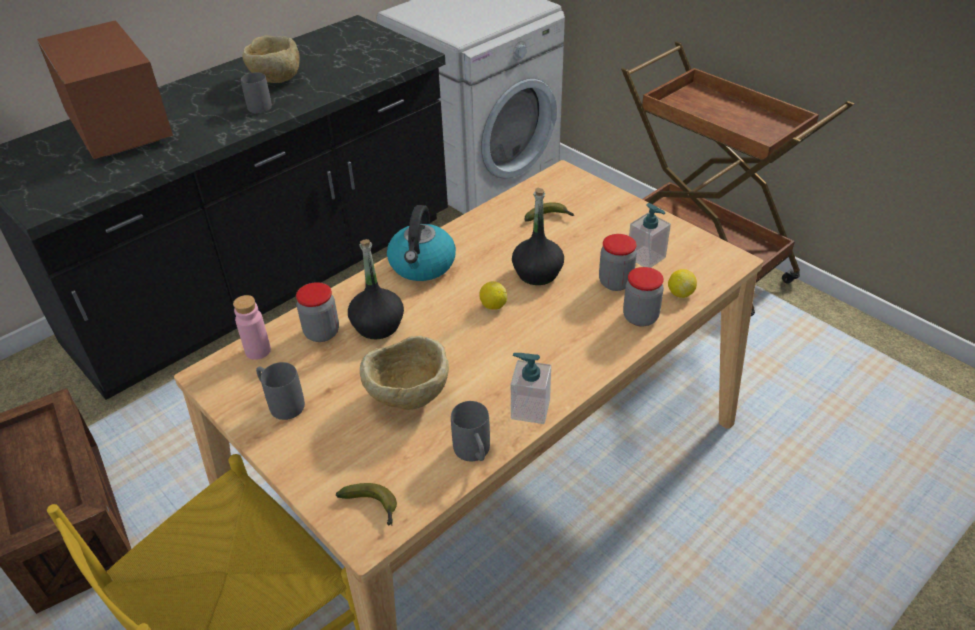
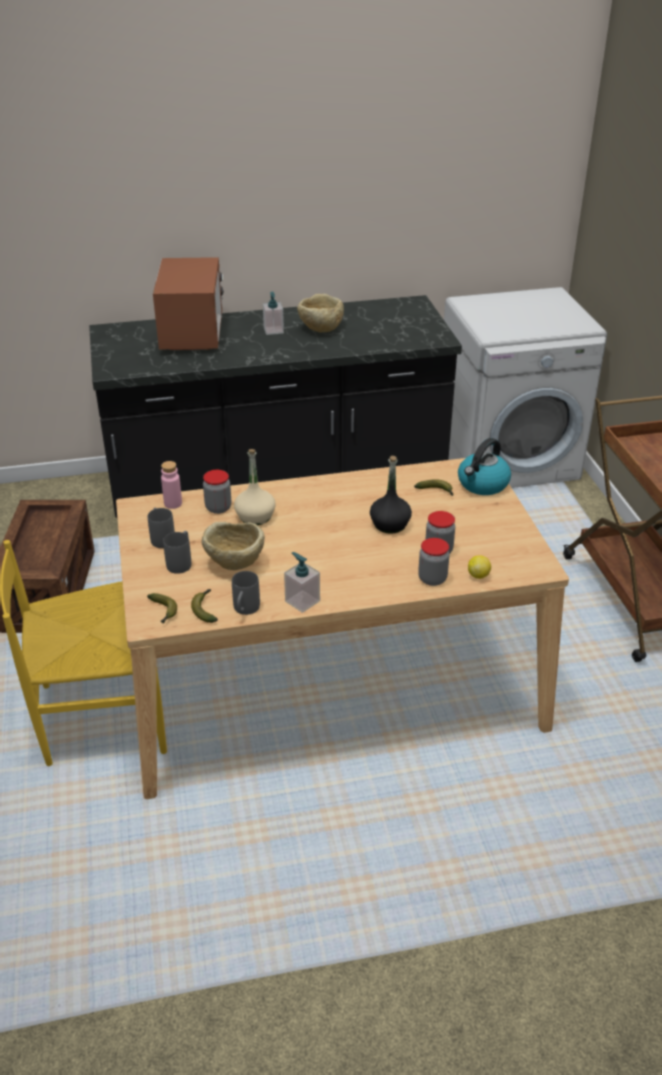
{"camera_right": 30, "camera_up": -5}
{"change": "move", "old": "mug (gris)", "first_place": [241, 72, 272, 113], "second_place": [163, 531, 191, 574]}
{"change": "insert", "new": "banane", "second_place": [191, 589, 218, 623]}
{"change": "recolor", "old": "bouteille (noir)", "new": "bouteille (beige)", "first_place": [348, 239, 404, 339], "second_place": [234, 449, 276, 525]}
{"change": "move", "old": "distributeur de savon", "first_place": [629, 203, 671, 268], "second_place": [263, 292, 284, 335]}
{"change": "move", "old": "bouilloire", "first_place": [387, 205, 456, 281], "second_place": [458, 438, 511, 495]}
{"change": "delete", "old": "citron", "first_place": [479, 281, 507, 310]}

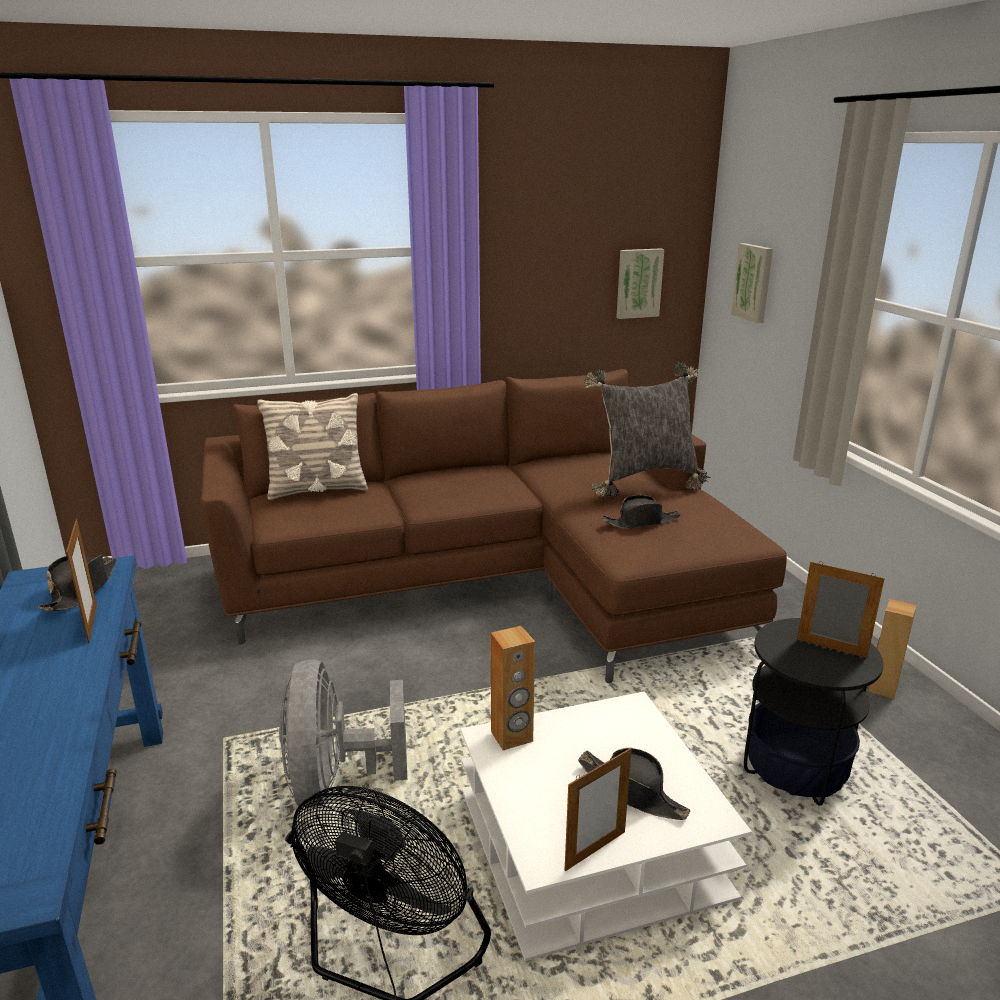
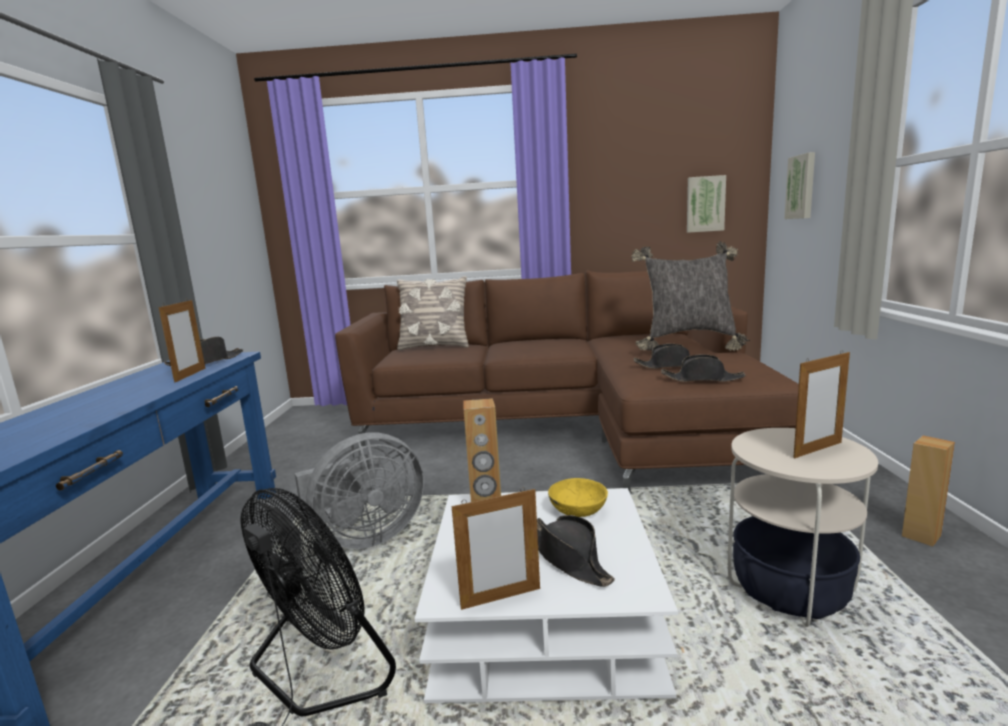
{"camera_right": 20, "camera_up": -10}
{"change": "rotate", "old": "ventilateur (gris)", "first_place": [279, 660, 407, 808], "second_place": [294, 432, 424, 549], "degrees": -135}
{"change": "insert", "new": "bol (jaune)", "second_place": [548, 478, 608, 517]}
{"change": "insert", "new": "chapeau (noir)", "second_place": [661, 354, 746, 382]}
{"change": "recolor", "old": "table d'appoint (noir)", "new": "table d'appoint (beige)", "first_place": [744, 618, 884, 806], "second_place": [728, 428, 878, 627]}
{"change": "rotate", "old": "cadre photo", "first_place": [797, 561, 885, 658], "second_place": [793, 350, 850, 459], "degrees": 105}

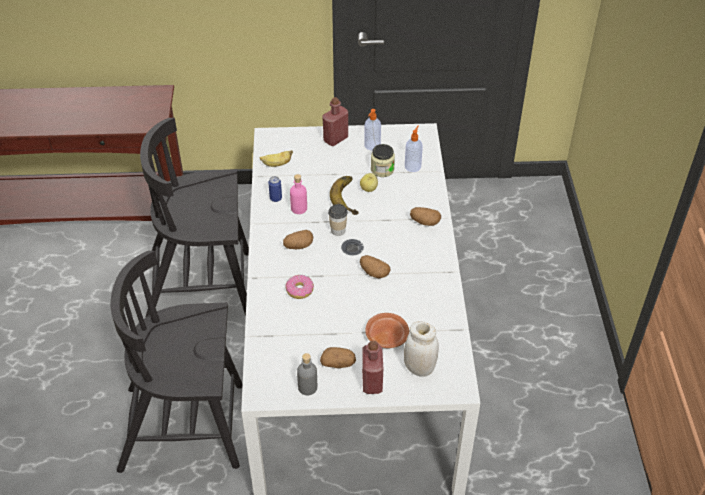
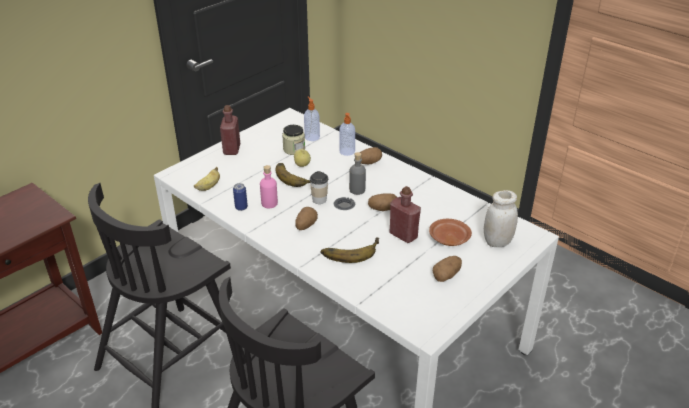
{"camera_right": -45, "camera_up": -10}
{"change": "replace", "old": "beignet", "new": "banane", "first_place": [285, 275, 314, 299], "second_place": [321, 237, 379, 263]}
{"change": "move", "old": "distributeur de savon", "first_place": [364, 109, 381, 150], "second_place": [339, 113, 355, 156]}
{"change": "move", "old": "bouteille (gris)", "first_place": [297, 353, 317, 395], "second_place": [349, 152, 366, 195]}
{"change": "move", "old": "bouteille (rouge)", "first_place": [362, 341, 383, 394], "second_place": [389, 186, 421, 243]}

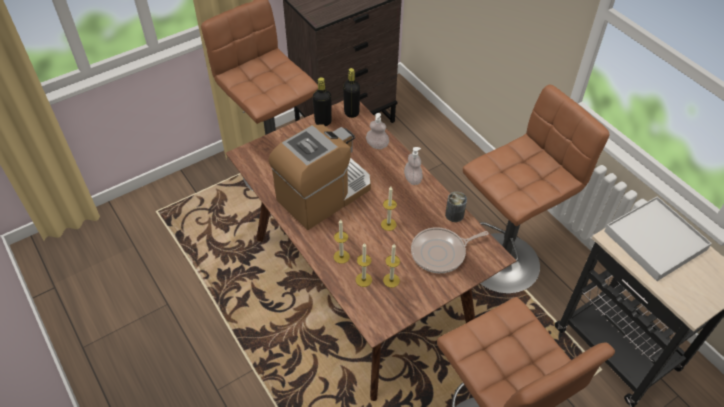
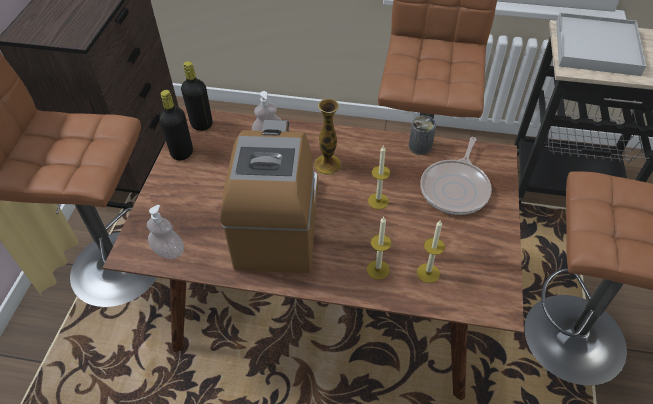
{"camera_right": -45, "camera_up": 0}
{"change": "move", "old": "distributeur de savon", "first_place": [404, 147, 423, 185], "second_place": [147, 205, 184, 259]}
{"change": "insert", "new": "vase", "second_place": [314, 99, 342, 175]}
{"change": "delete", "old": "bougie", "first_place": [383, 244, 400, 288]}

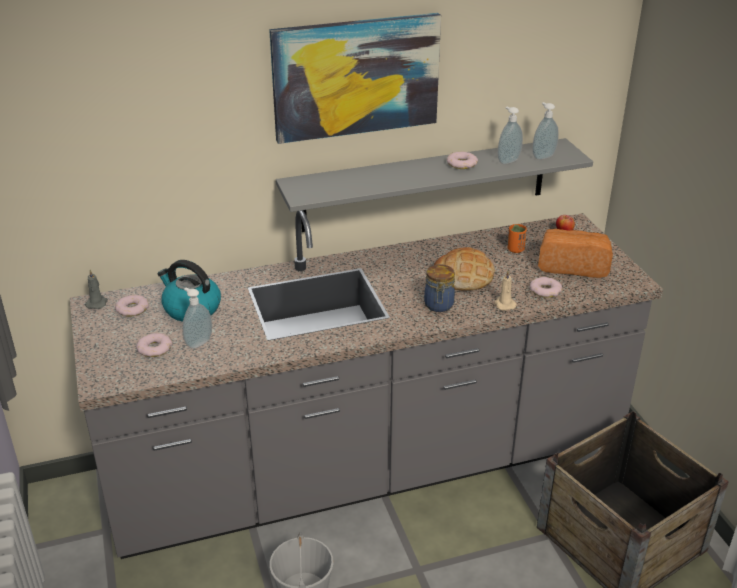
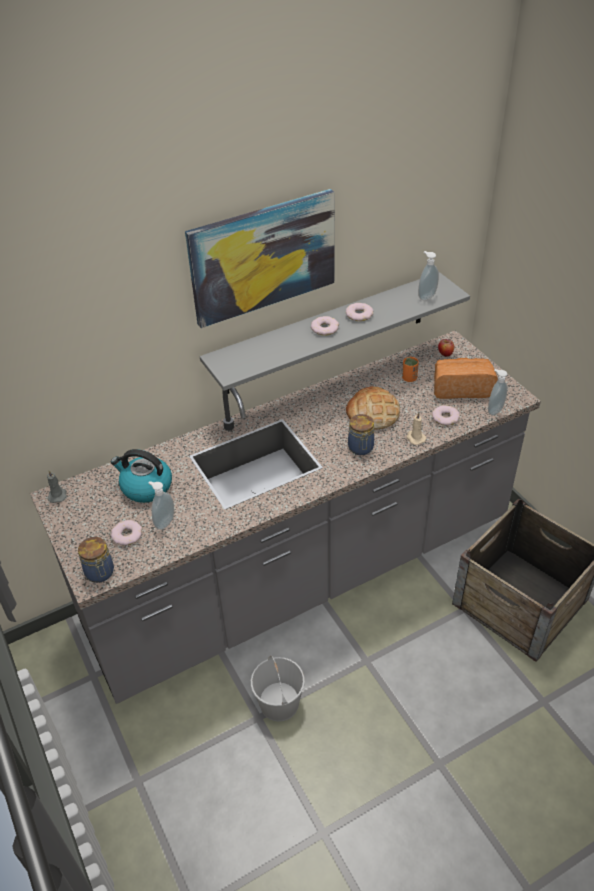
{"camera_right": -10, "camera_up": 10}
{"change": "insert", "new": "bocal", "second_place": [78, 537, 114, 583]}
{"change": "move", "old": "beignet", "first_place": [115, 295, 149, 317], "second_place": [311, 316, 339, 335]}
{"change": "move", "old": "distributeur de savon", "first_place": [498, 106, 523, 164], "second_place": [488, 369, 508, 415]}

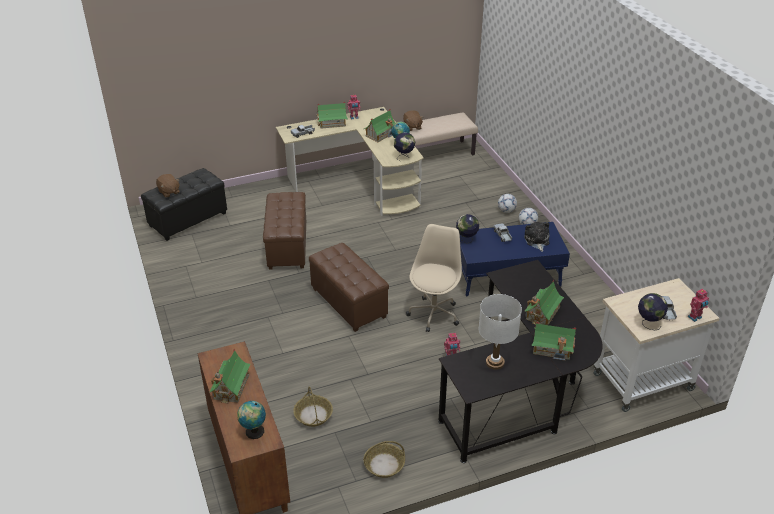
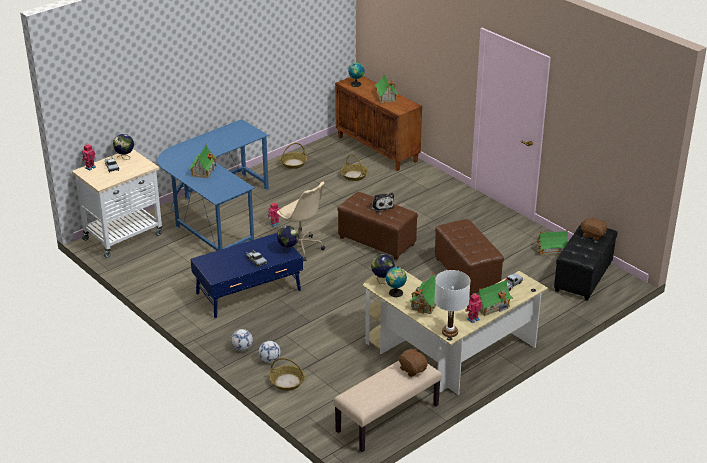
{"camera_right": 160, "camera_up": -5}
{"change": "recolor", "old": "bureau (noir)", "new": "bureau (bleu)", "first_place": [438, 260, 603, 463], "second_place": [158, 119, 269, 251]}
{"change": "insert", "new": "panier", "second_place": [270, 358, 305, 391]}
{"change": "rotate", "old": "chaise de bureau (beige)", "first_place": [406, 224, 462, 332], "second_place": [277, 182, 325, 261], "degrees": -45}
{"change": "move", "old": "peluche", "first_place": [524, 222, 549, 252], "second_place": [371, 193, 394, 212]}
{"change": "move", "old": "lampe de table (blanc)", "first_place": [478, 294, 522, 370], "second_place": [435, 270, 470, 337]}
{"change": "move", "old": "maison miniature", "first_place": [531, 322, 576, 361], "second_place": [536, 229, 568, 256]}

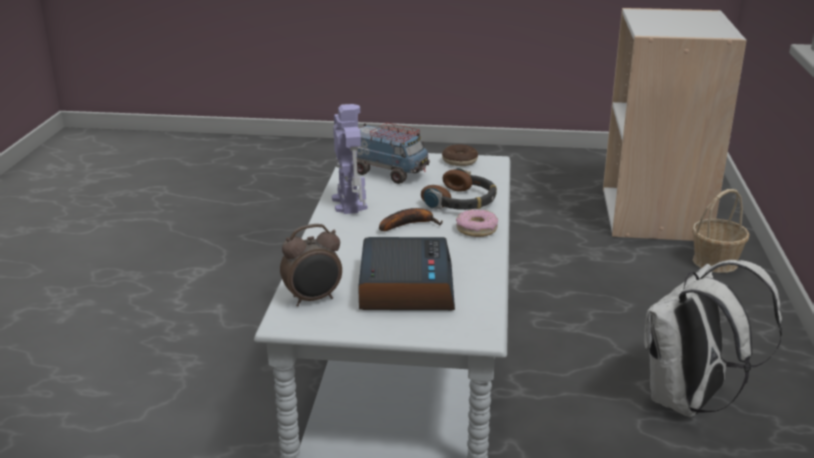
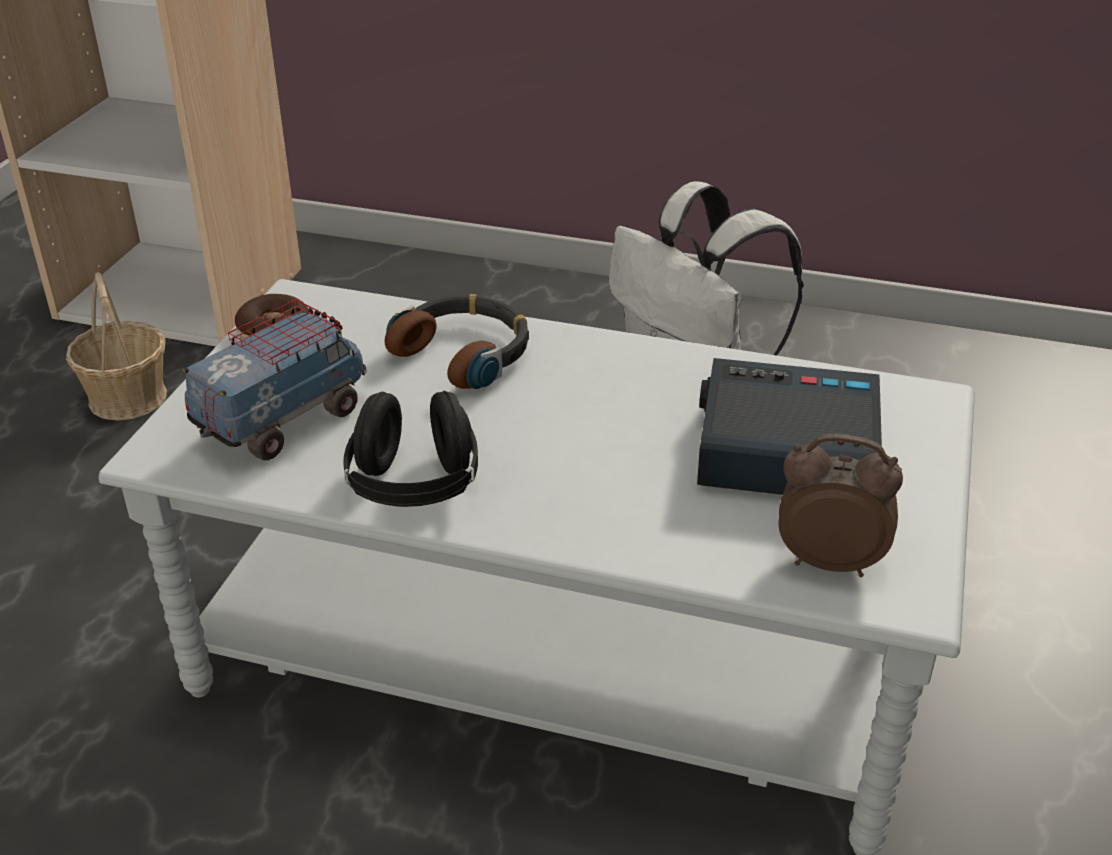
{"camera_right": -80, "camera_up": 10}
{"change": "move", "old": "panier", "first_place": [692, 189, 749, 273], "second_place": [66, 272, 167, 421]}
{"change": "replace", "old": "robot jouet", "new": "casque audio (noir)", "first_place": [332, 104, 368, 214], "second_place": [344, 391, 478, 507]}
{"change": "rotate", "old": "réveil", "first_place": [280, 224, 342, 306], "second_place": [778, 434, 903, 577], "degrees": -60}
{"change": "delete", "old": "banane", "first_place": [379, 208, 442, 231]}
{"change": "delete", "old": "beignet", "first_place": [456, 210, 498, 237]}

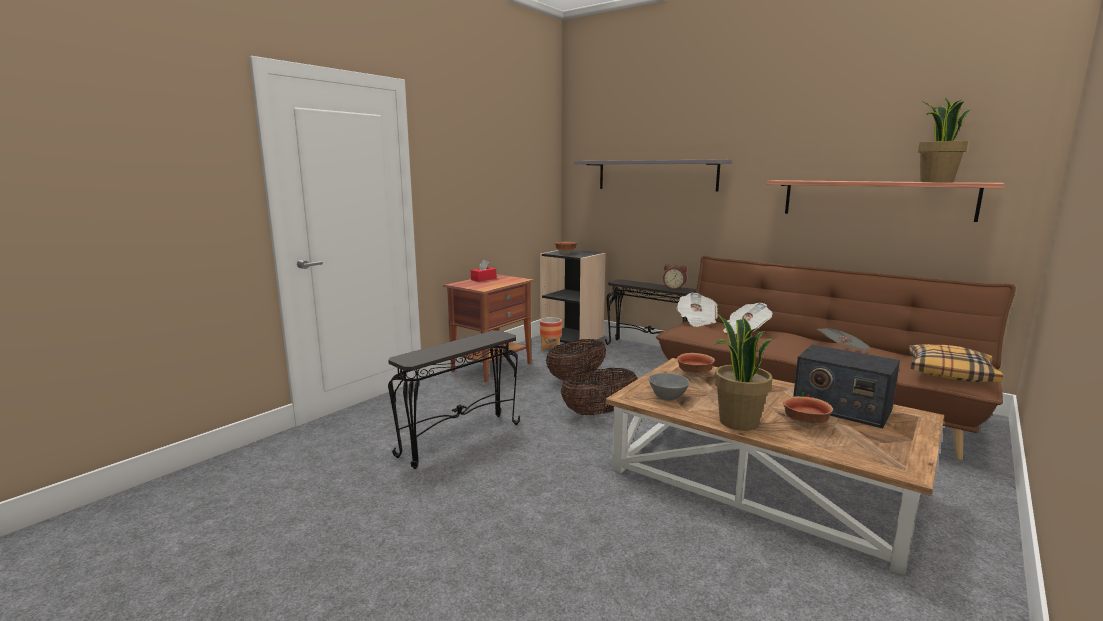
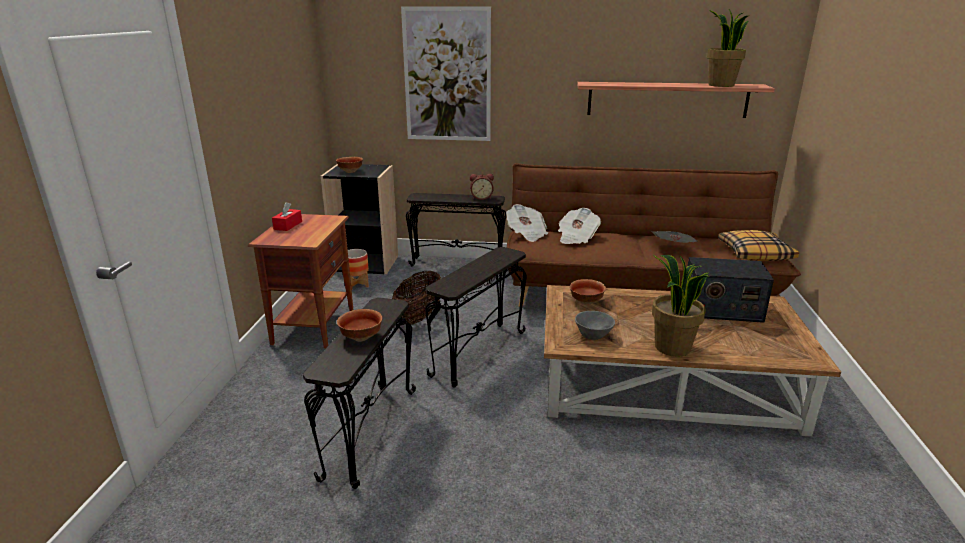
{"camera_right": -30, "camera_up": 10}
{"change": "move", "old": "bol", "first_place": [783, 396, 833, 428], "second_place": [337, 309, 383, 341]}
{"change": "replace", "old": "étagère (gris)", "new": "tableau", "first_place": [574, 160, 732, 191], "second_place": [401, 6, 491, 141]}
{"change": "replace", "old": "panier", "new": "table d'appoint (noir)", "first_place": [561, 368, 638, 415], "second_place": [425, 247, 527, 387]}

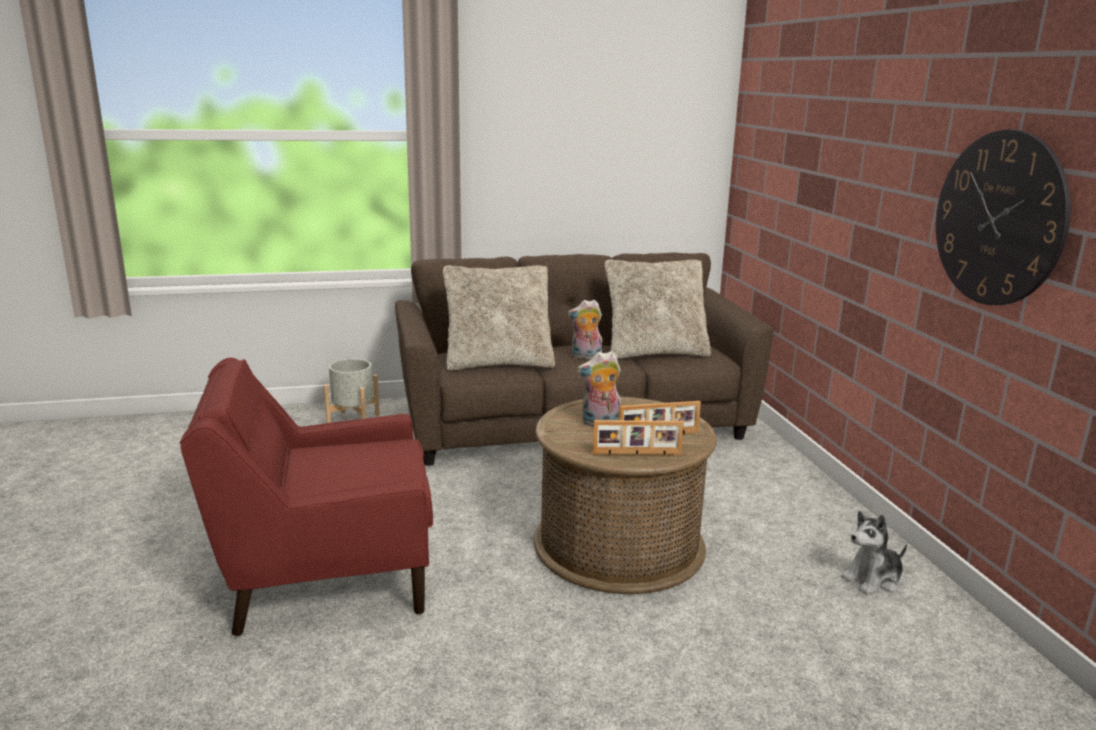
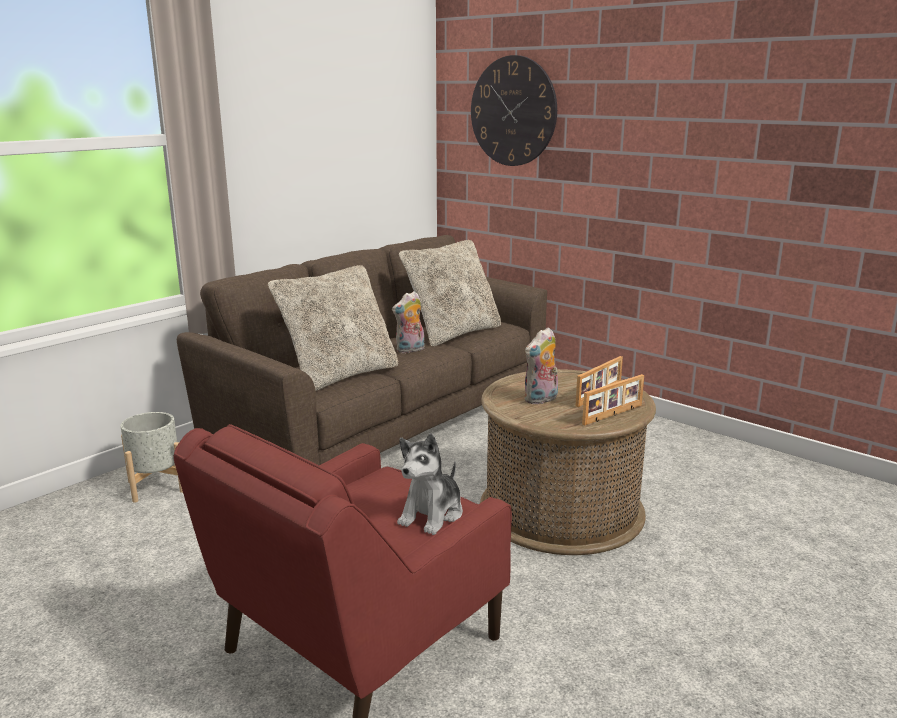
{"camera_right": -35, "camera_up": 0}
{"change": "move", "old": "peluche", "first_place": [841, 511, 907, 595], "second_place": [397, 433, 463, 535]}
{"change": "move", "old": "horloge murale", "first_place": [936, 130, 1071, 305], "second_place": [471, 55, 557, 166]}

